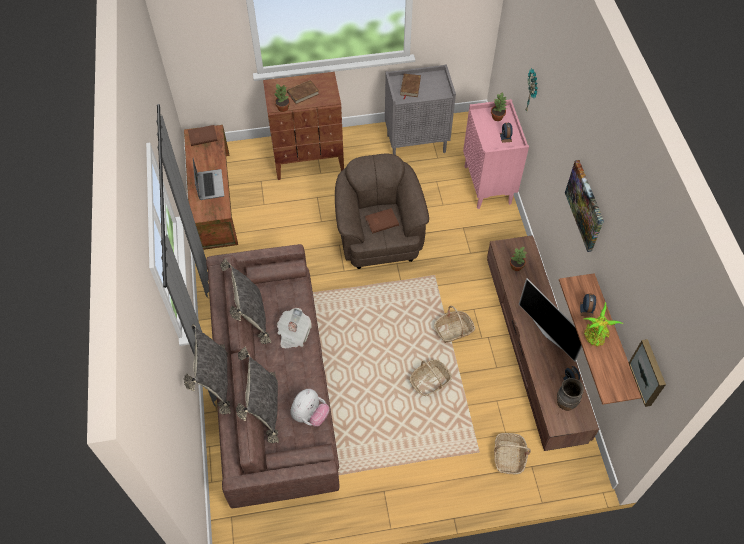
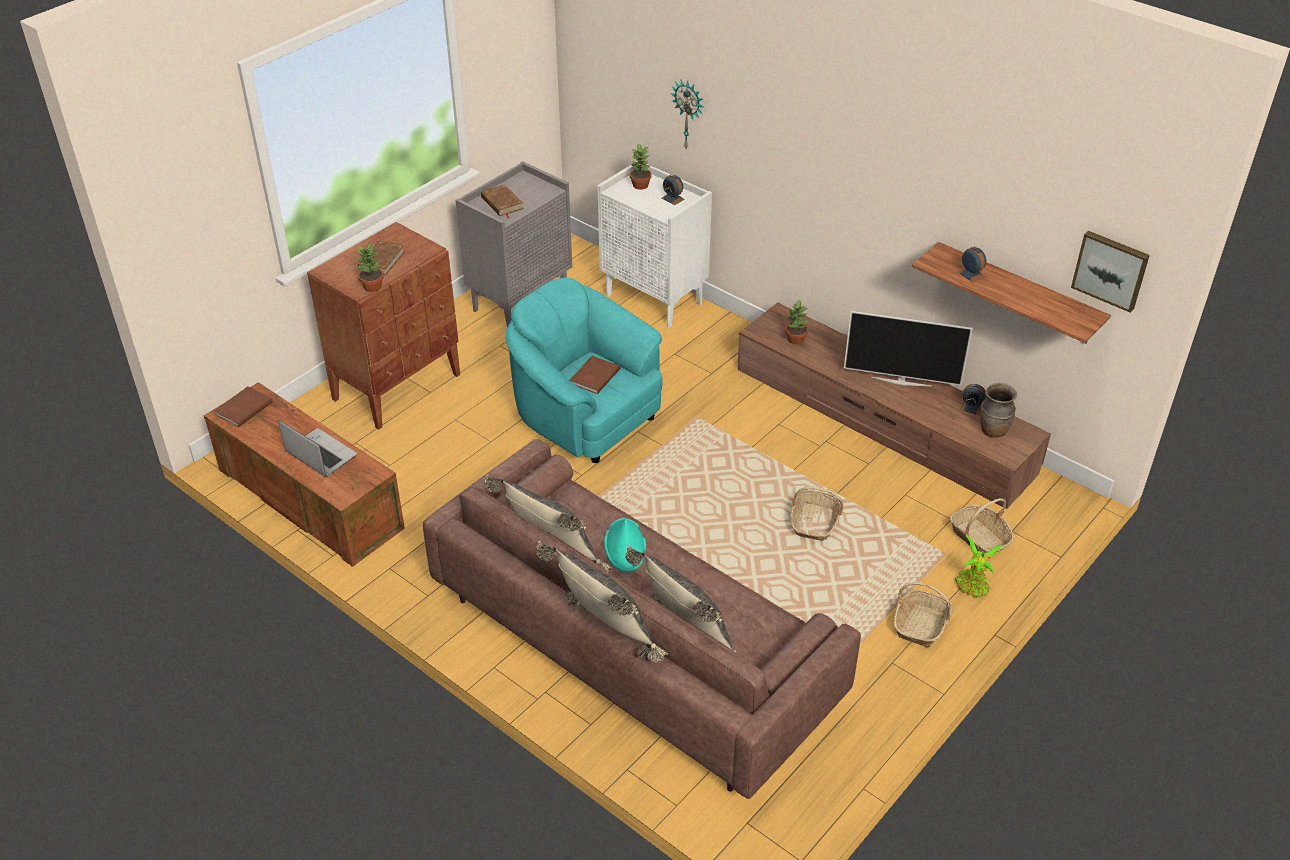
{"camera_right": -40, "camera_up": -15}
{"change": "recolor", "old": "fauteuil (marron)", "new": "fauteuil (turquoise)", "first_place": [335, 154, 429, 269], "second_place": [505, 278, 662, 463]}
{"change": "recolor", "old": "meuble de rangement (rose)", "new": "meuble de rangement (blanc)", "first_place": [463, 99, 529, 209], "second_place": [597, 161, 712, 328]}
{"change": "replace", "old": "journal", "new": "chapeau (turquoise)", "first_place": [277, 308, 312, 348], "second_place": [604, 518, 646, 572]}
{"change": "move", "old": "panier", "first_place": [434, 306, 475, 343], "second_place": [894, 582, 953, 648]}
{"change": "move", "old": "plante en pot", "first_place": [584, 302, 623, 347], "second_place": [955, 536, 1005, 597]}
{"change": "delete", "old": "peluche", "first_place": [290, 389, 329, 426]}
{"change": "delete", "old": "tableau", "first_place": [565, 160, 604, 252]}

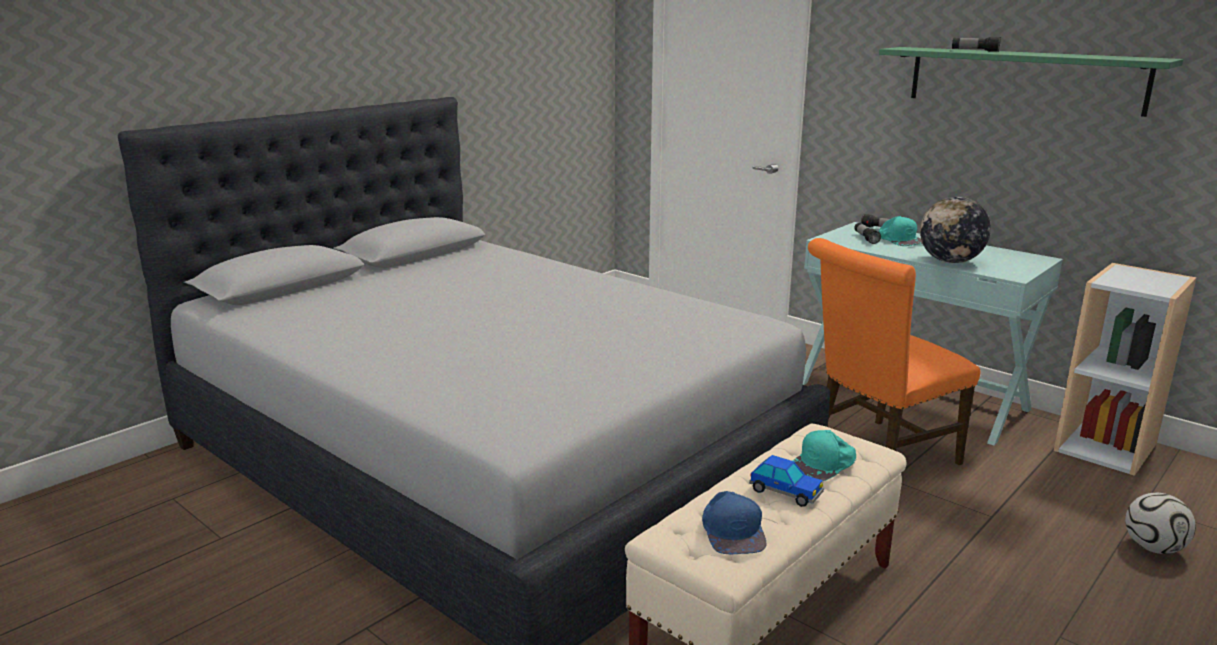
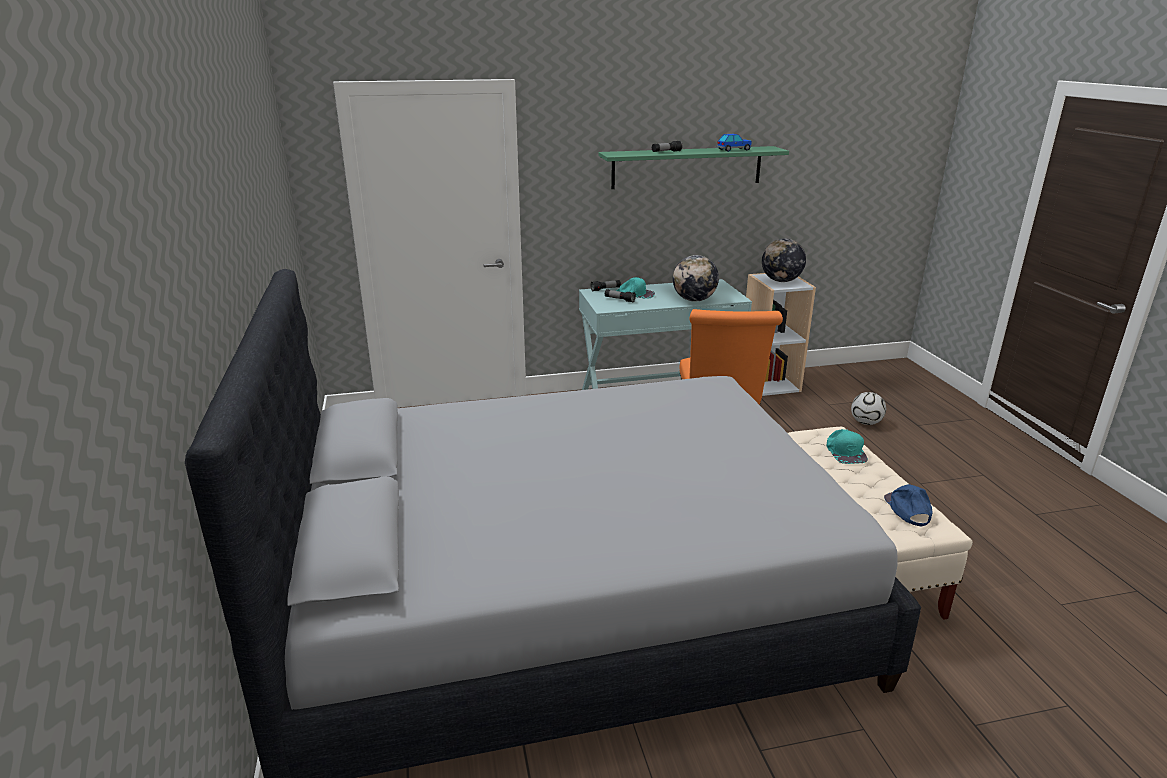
{"camera_right": -55, "camera_up": 5}
{"change": "move", "old": "petite voiture", "first_place": [749, 455, 824, 507], "second_place": [717, 134, 752, 152]}
{"change": "insert", "new": "globe", "second_place": [762, 238, 806, 282]}
{"change": "rotate", "old": "casquette (bleu)", "first_place": [702, 491, 766, 555], "second_place": [884, 484, 933, 526], "degrees": -120}

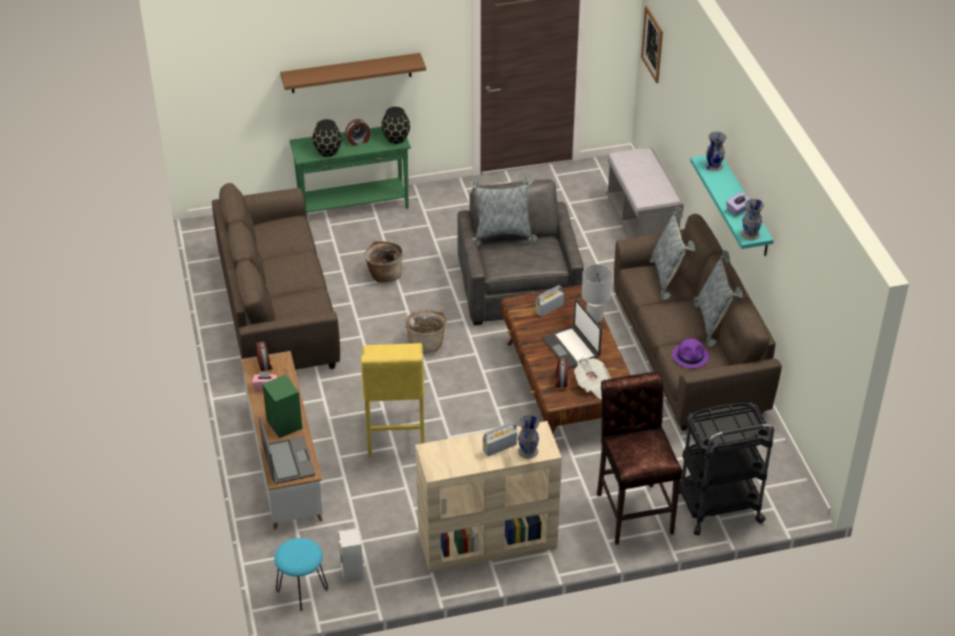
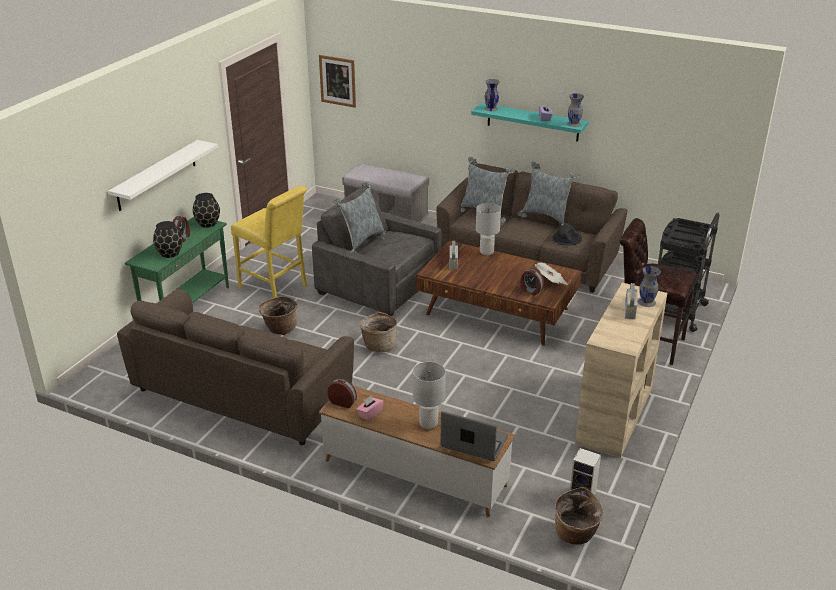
{"camera_right": -50, "camera_up": -10}
{"change": "recolor", "old": "étagère (marron)", "new": "étagère (blanc)", "first_place": [280, 53, 426, 93], "second_place": [108, 140, 218, 211]}
{"change": "move", "old": "tabouret (jaune)", "first_place": [361, 343, 425, 457], "second_place": [231, 186, 307, 298]}
{"change": "replace", "old": "enceinte (vert)", "new": "lampe de table (gris)", "first_place": [262, 375, 303, 438], "second_place": [413, 362, 446, 429]}
{"change": "recolor", "old": "chapeau (violet)", "new": "chapeau (noir)", "first_place": [672, 338, 709, 368], "second_place": [553, 224, 582, 245]}
{"change": "replace", "old": "tabouret (turquoise)", "new": "panier", "first_place": [274, 538, 328, 611], "second_place": [555, 487, 604, 545]}
{"change": "delete", "old": "ordinateur portable", "first_place": [543, 299, 602, 368]}

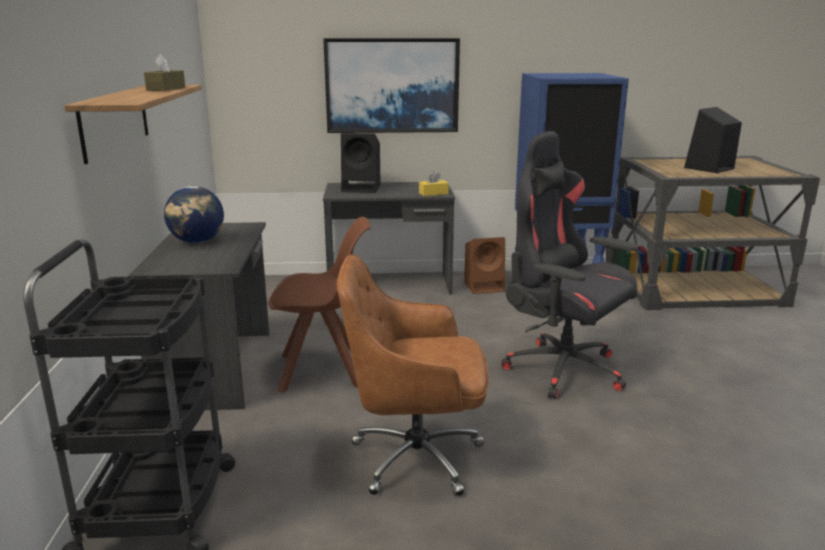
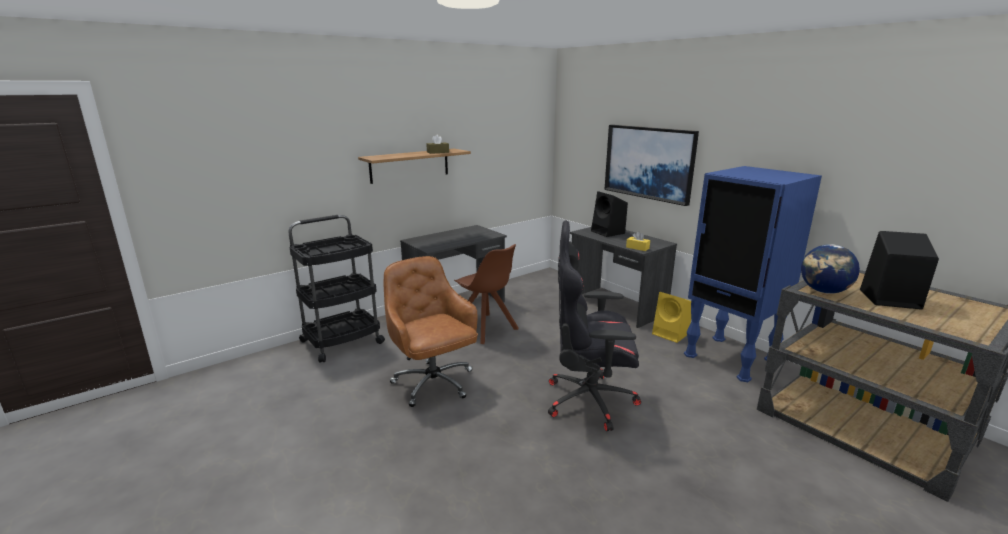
{"camera_right": 55, "camera_up": 0}
{"change": "rotate", "old": "chaise de bureau (noir)", "first_place": [502, 131, 638, 399], "second_place": [548, 220, 641, 431], "degrees": -90}
{"change": "recolor", "old": "enceinte (marron)", "new": "enceinte (jaune)", "first_place": [464, 237, 505, 294], "second_place": [652, 292, 691, 343]}
{"change": "move", "old": "globe", "first_place": [164, 186, 224, 243], "second_place": [801, 244, 860, 294]}

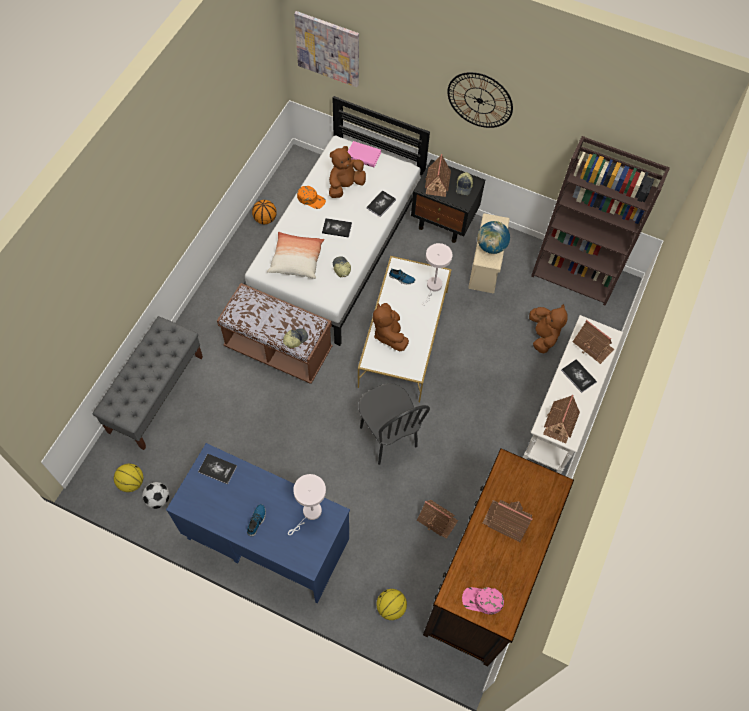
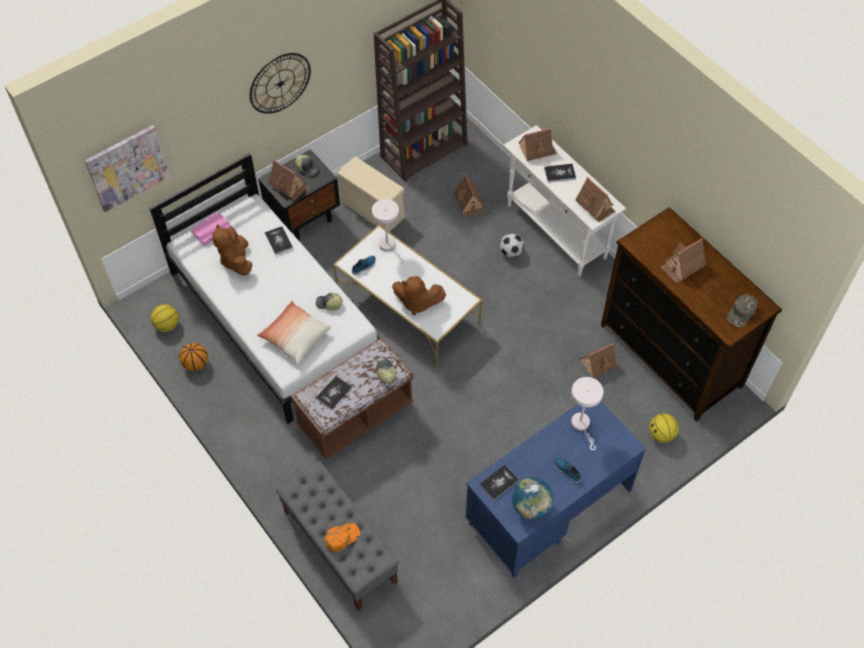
{"camera_right": -60, "camera_up": -5}
{"change": "move", "old": "ballon de basket", "first_place": [114, 464, 143, 492], "second_place": [150, 304, 179, 332]}
{"change": "move", "old": "livre", "first_place": [322, 218, 352, 238], "second_place": [316, 376, 352, 409]}
{"change": "move", "old": "casquette (orange)", "first_place": [297, 186, 326, 209], "second_place": [325, 523, 360, 552]}
{"change": "replace", "old": "peluche (marron)", "new": "maison miniature", "first_place": [529, 304, 568, 353], "second_place": [454, 174, 484, 217]}
{"change": "move", "old": "ballon de foot", "first_place": [142, 482, 170, 509], "second_place": [500, 233, 524, 258]}
{"change": "move", "old": "globe", "first_place": [477, 221, 510, 254], "second_place": [512, 477, 553, 519]}
{"change": "recolor", "old": "casquette (rose)", "new": "casquette (vert)", "first_place": [462, 587, 504, 615], "second_place": [726, 294, 757, 327]}
{"change": "delete", "old": "chaise (noir)", "first_place": [359, 383, 430, 465]}

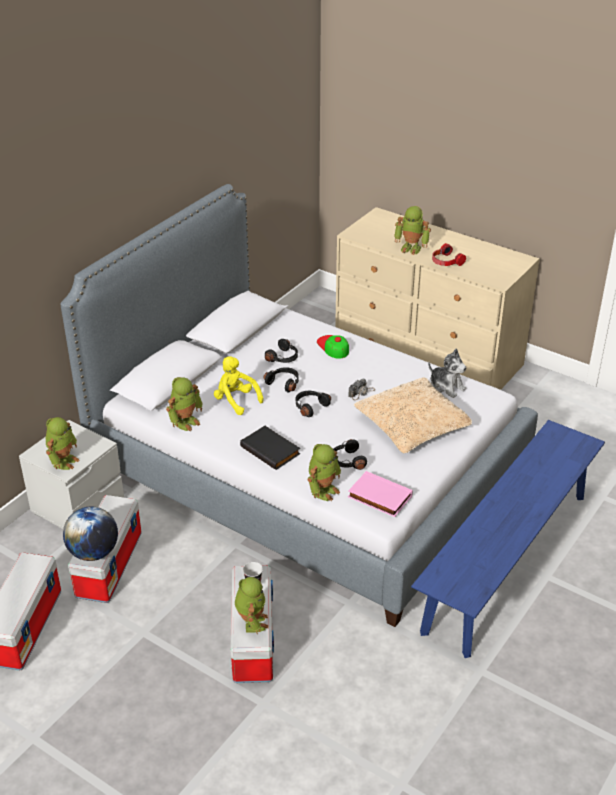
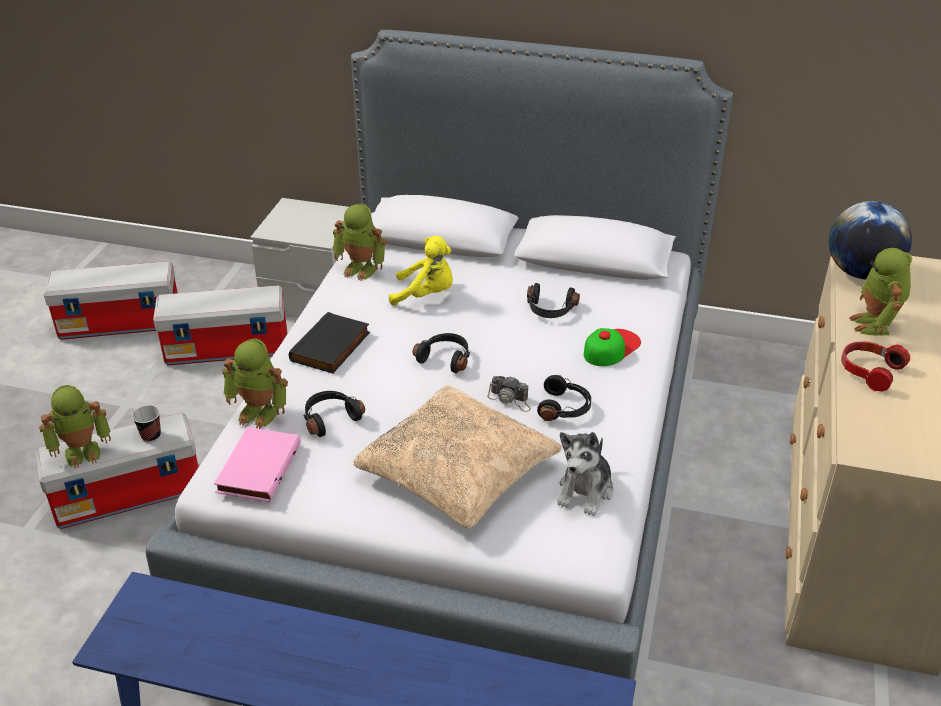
{"camera_right": 70, "camera_up": 0}
{"change": "rotate", "old": "peluche (jaune)", "first_place": [214, 356, 264, 415], "second_place": [389, 236, 453, 306], "degrees": 75}
{"change": "move", "old": "casque audio (noir)", "first_place": [263, 367, 299, 393], "second_place": [537, 375, 591, 421]}
{"change": "move", "old": "globe", "first_place": [63, 506, 118, 561], "second_place": [829, 201, 912, 279]}
{"change": "delete", "old": "robot jouet", "first_place": [46, 417, 80, 470]}

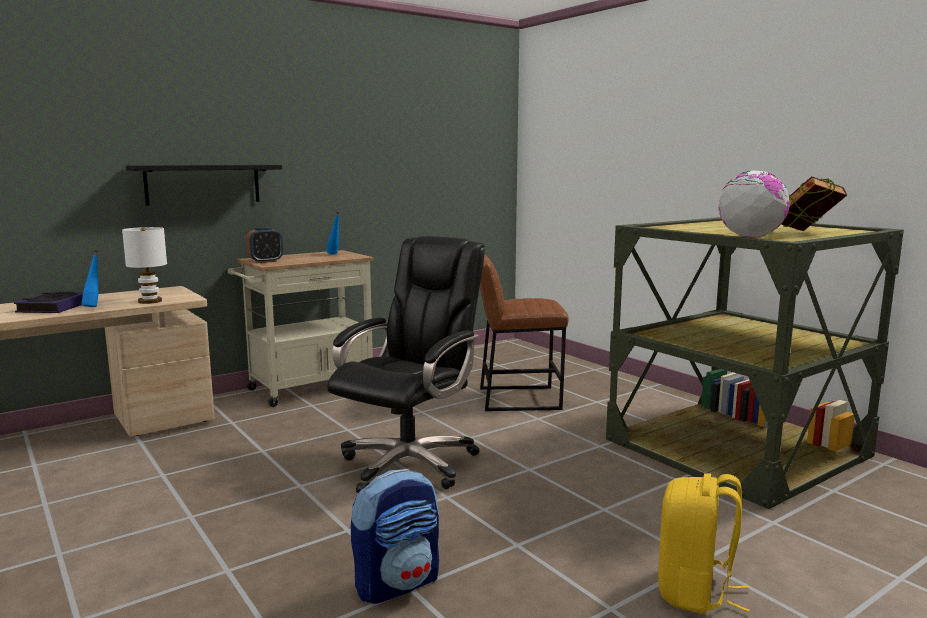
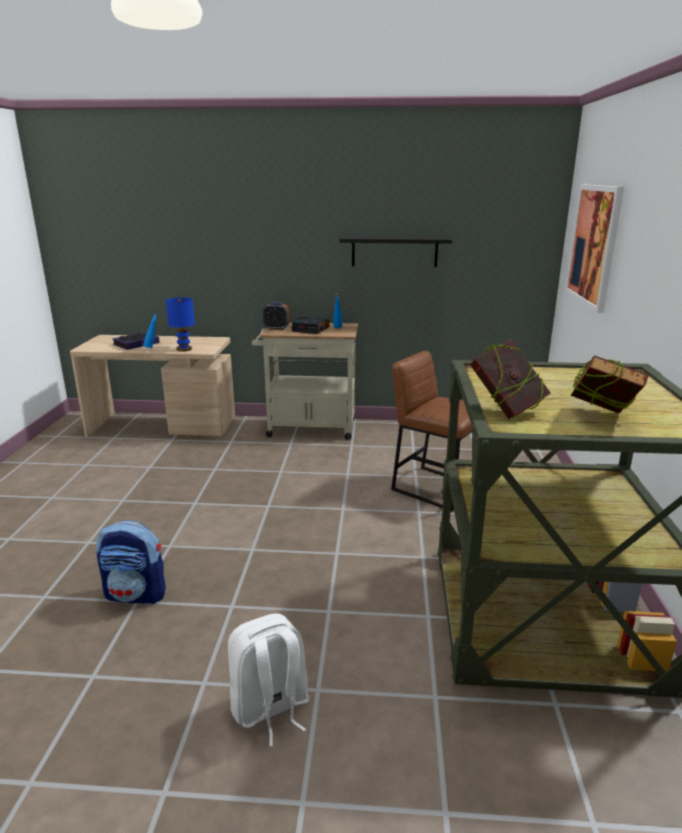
{"camera_right": 40, "camera_up": 10}
{"change": "recolor", "old": "lampe de table (blanc)", "new": "lampe de table (bleu)", "first_place": [122, 227, 167, 304], "second_place": [166, 297, 195, 351]}
{"change": "recolor", "old": "sac à dos (jaune)", "new": "sac à dos (blanc)", "first_place": [658, 474, 750, 614], "second_place": [228, 614, 310, 747]}
{"change": "insert", "new": "réveil", "second_place": [291, 317, 329, 334]}
{"change": "move", "old": "étagère (noir)", "first_place": [126, 164, 282, 206], "second_place": [339, 236, 452, 267]}
{"change": "replace", "old": "globe", "new": "livre", "first_place": [718, 170, 790, 237], "second_place": [470, 339, 551, 419]}
{"change": "insert", "new": "tableau", "second_place": [565, 185, 624, 313]}
{"change": "delete", "old": "chaise de bureau (noir)", "first_place": [327, 236, 485, 493]}

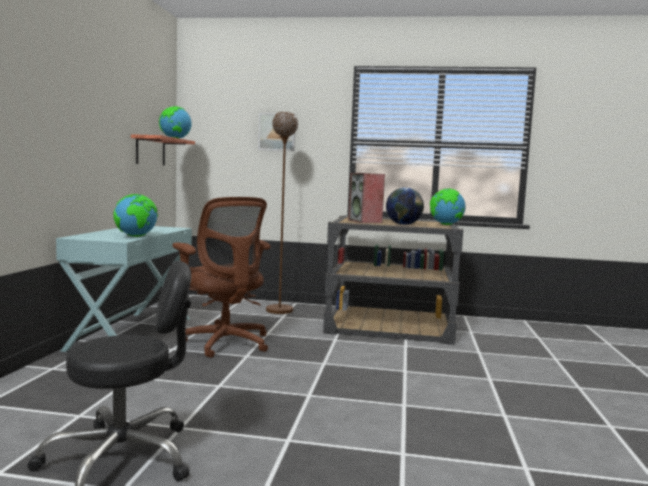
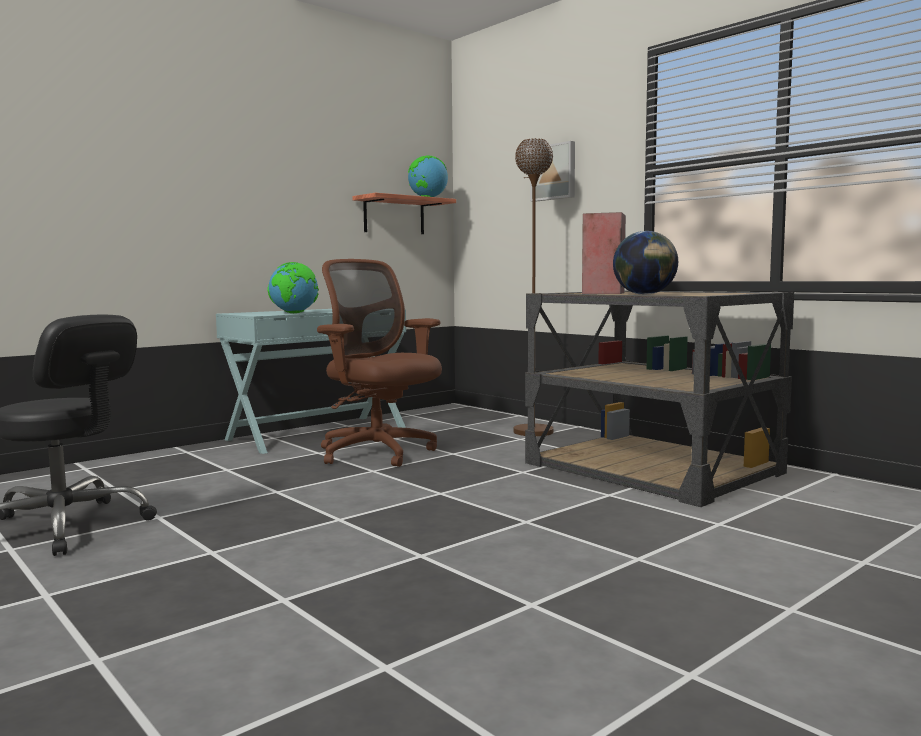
{"camera_right": 40, "camera_up": 0}
{"change": "rotate", "old": "chaise de bureau (marron)", "first_place": [172, 197, 271, 358], "second_place": [317, 259, 442, 467], "degrees": 135}
{"change": "delete", "old": "globe", "first_place": [430, 188, 465, 225]}

